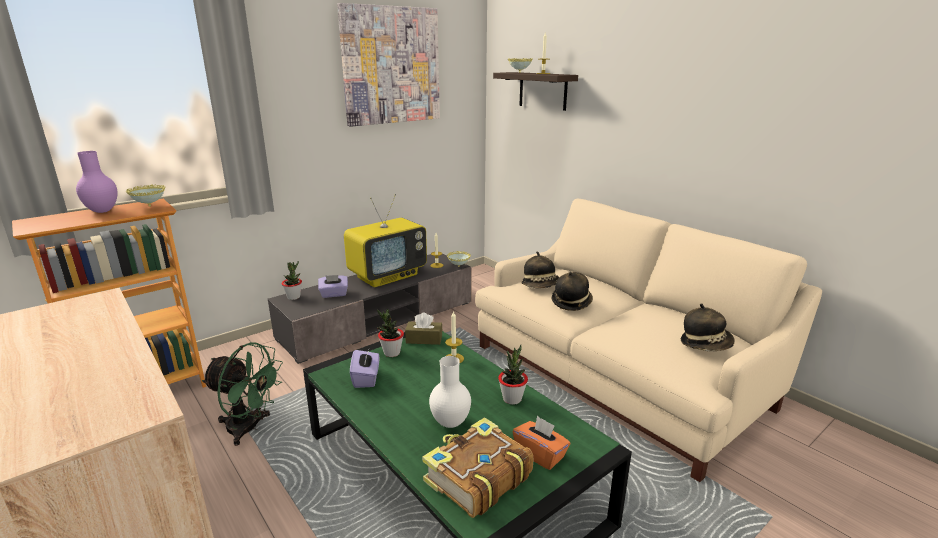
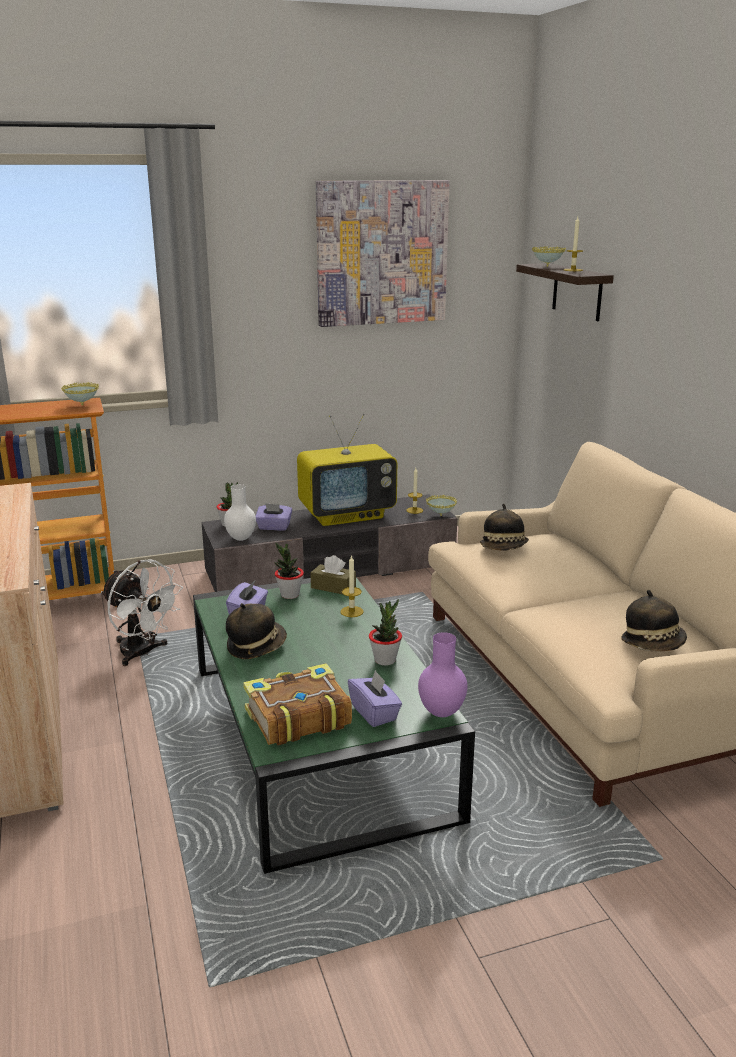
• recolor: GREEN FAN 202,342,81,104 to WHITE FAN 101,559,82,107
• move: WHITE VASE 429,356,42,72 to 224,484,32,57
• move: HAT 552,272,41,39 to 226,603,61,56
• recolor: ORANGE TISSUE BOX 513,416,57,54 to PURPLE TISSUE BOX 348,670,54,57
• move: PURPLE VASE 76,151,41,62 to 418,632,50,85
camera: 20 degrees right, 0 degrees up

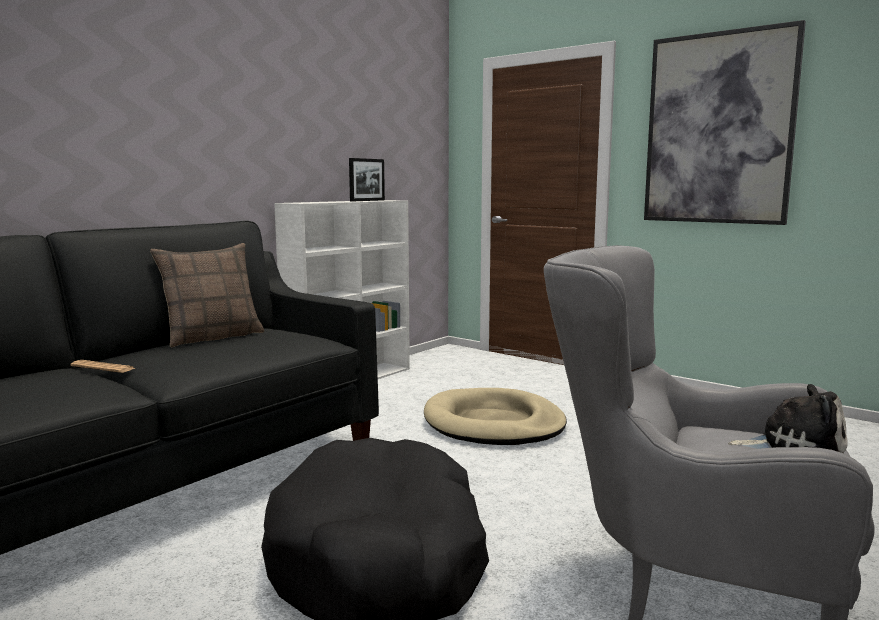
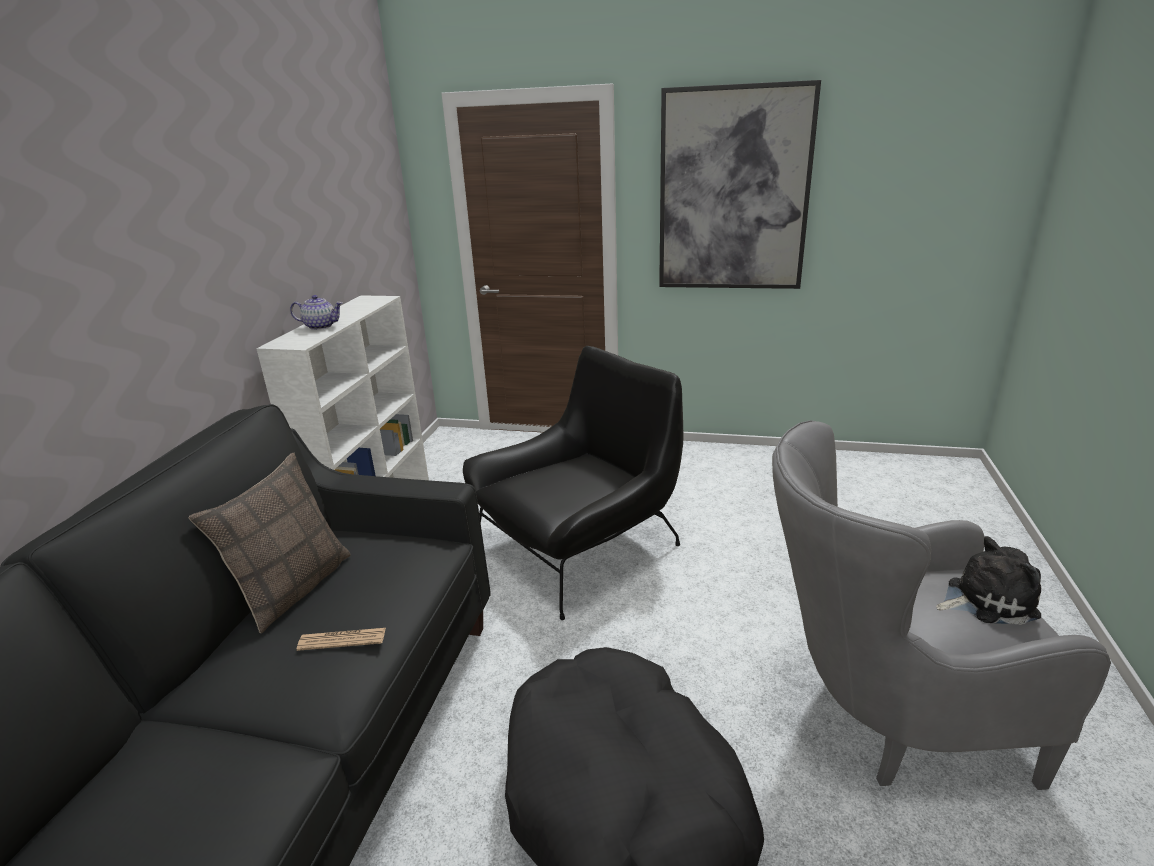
• insert: TEAPOT 290,295,53,35
• move: NEWSPAPER 70,360,65,13 to 297,628,89,23
• replace: BEIGE DOG BED 424,388,143,57 to BLACK ARMCHAIR 463,346,221,274
• delete: PICTURE FRAME 349,158,36,43
camera: 25 degrees left, 15 degrees up

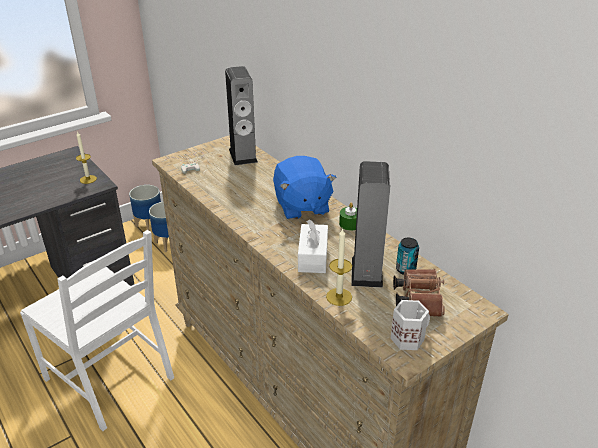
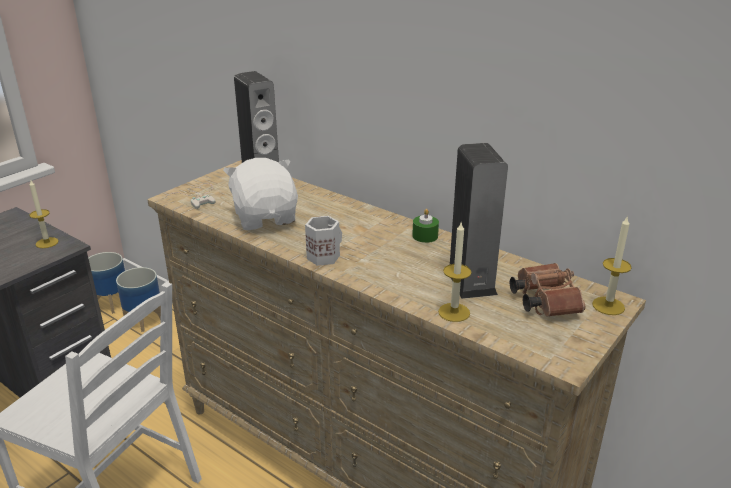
• insert: WHITE PLUSH TOY 223,158,75,72
• move: WHITE MUG 391,300,39,50 to 305,216,37,50
• insert: CANDLE 592,215,40,100
• delete: BLUE PLUSH TOY 273,156,64,64
• delete: WHITE TISSUE BOX 298,220,30,53
• delete: CAN 396,238,23,37
camera: 15 degrees left, 5 degrees down

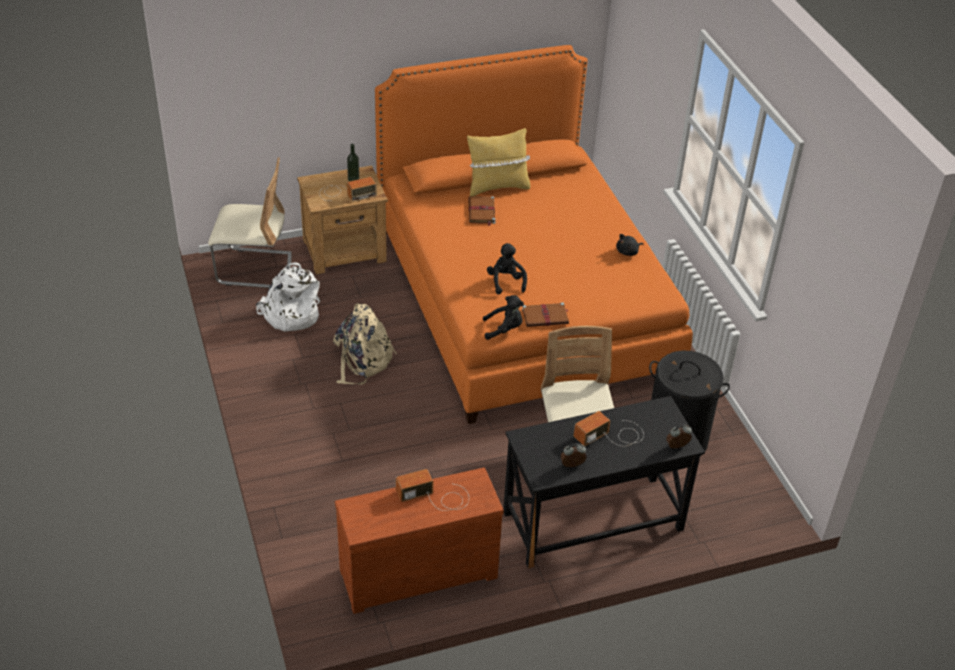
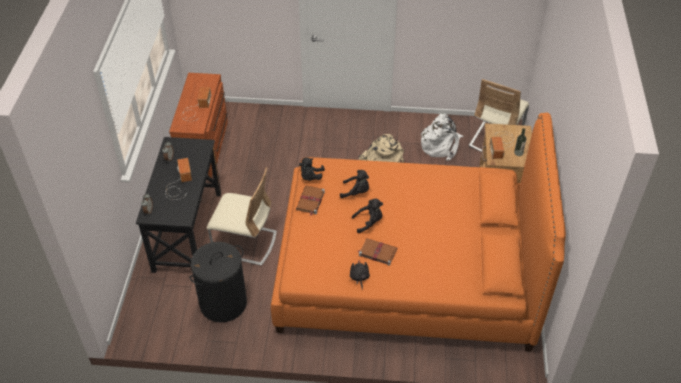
• insert: BLACK PLUSH TOY 352,199,31,34
• move: BROWN BOOK 469,196,27,30 to 358,238,39,28
• delete: YELLOW PILLOW 467,128,63,68
camera: 115 degrees right, 5 degrees up

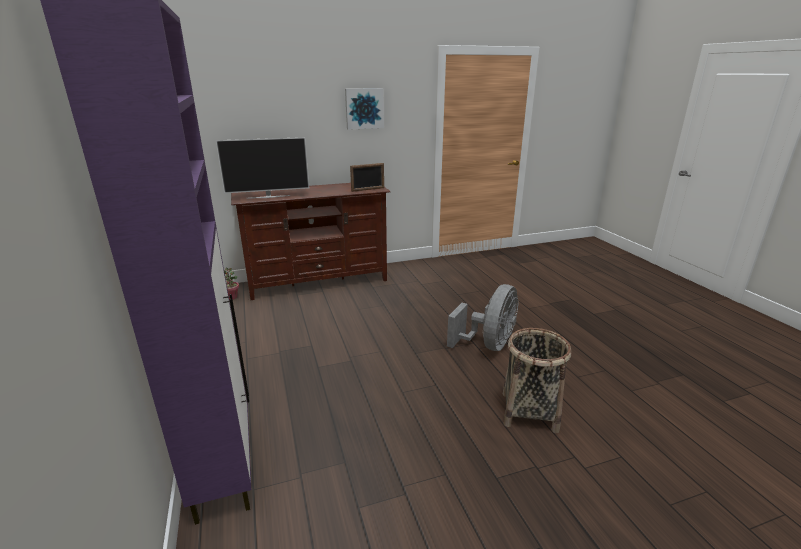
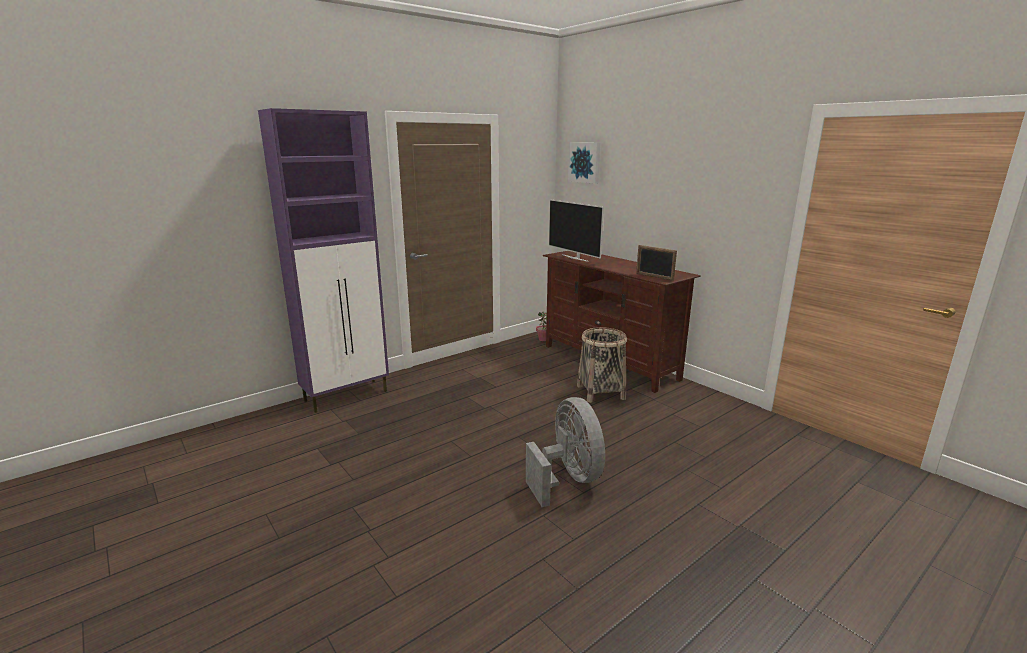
• rotate: GREY FAN 447,284,71,67 = 526,397,79,110 120 degrees counterclockwise
• move: PICTURE 345,88,39,42 to 568,143,32,41
• move: BASKET 503,328,68,105 to 577,327,50,76
camera: 70 degrees right, 5 degrees down

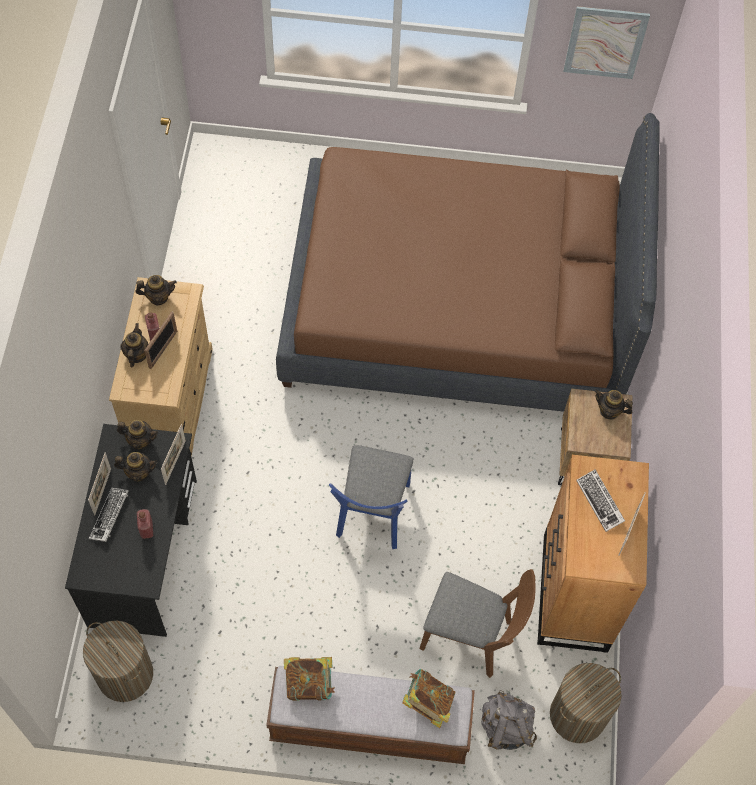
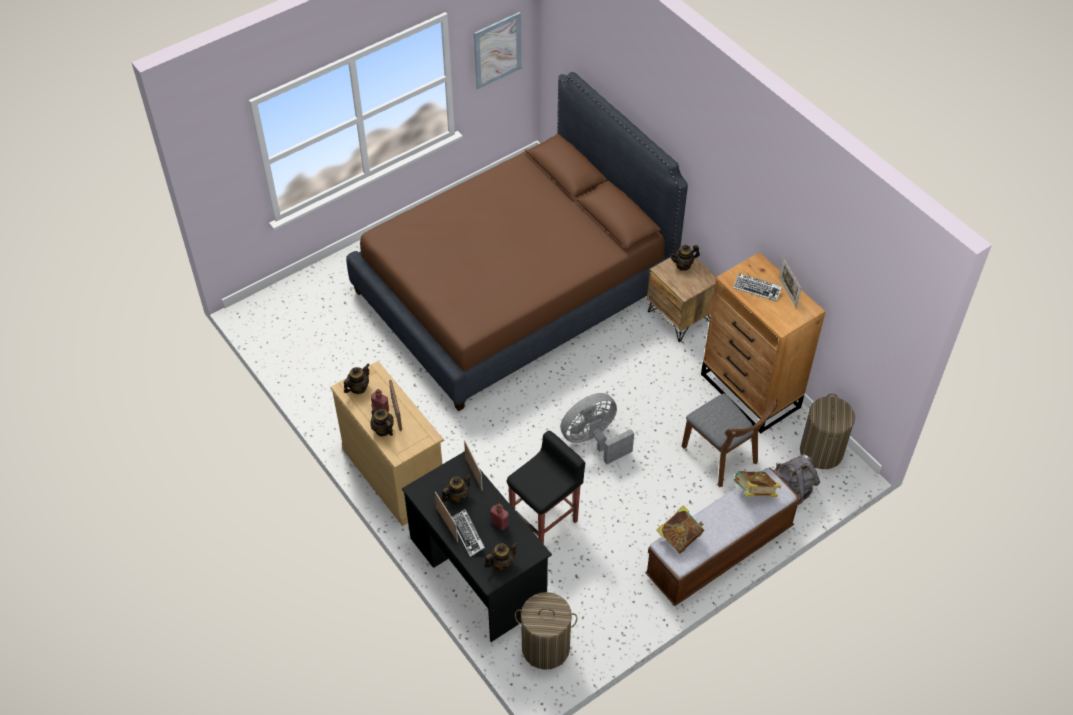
• move: TEAPOT 117,420,41,30 to 484,542,34,29
• insert: BLACK STOOL 507,431,78,113
• replace: BLUE CHAIR 329,445,85,104 to GREY FAN 560,393,74,72
• rotate: BROWN CHAIR 419,569,117,109 = 682,394,96,93 75 degrees clockwise
camera: 40 degrees left, 10 degrees down

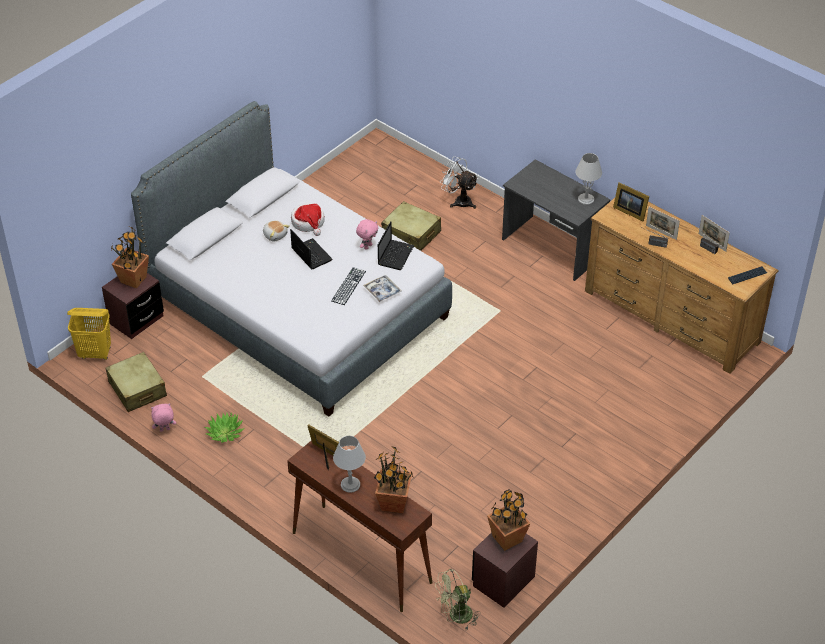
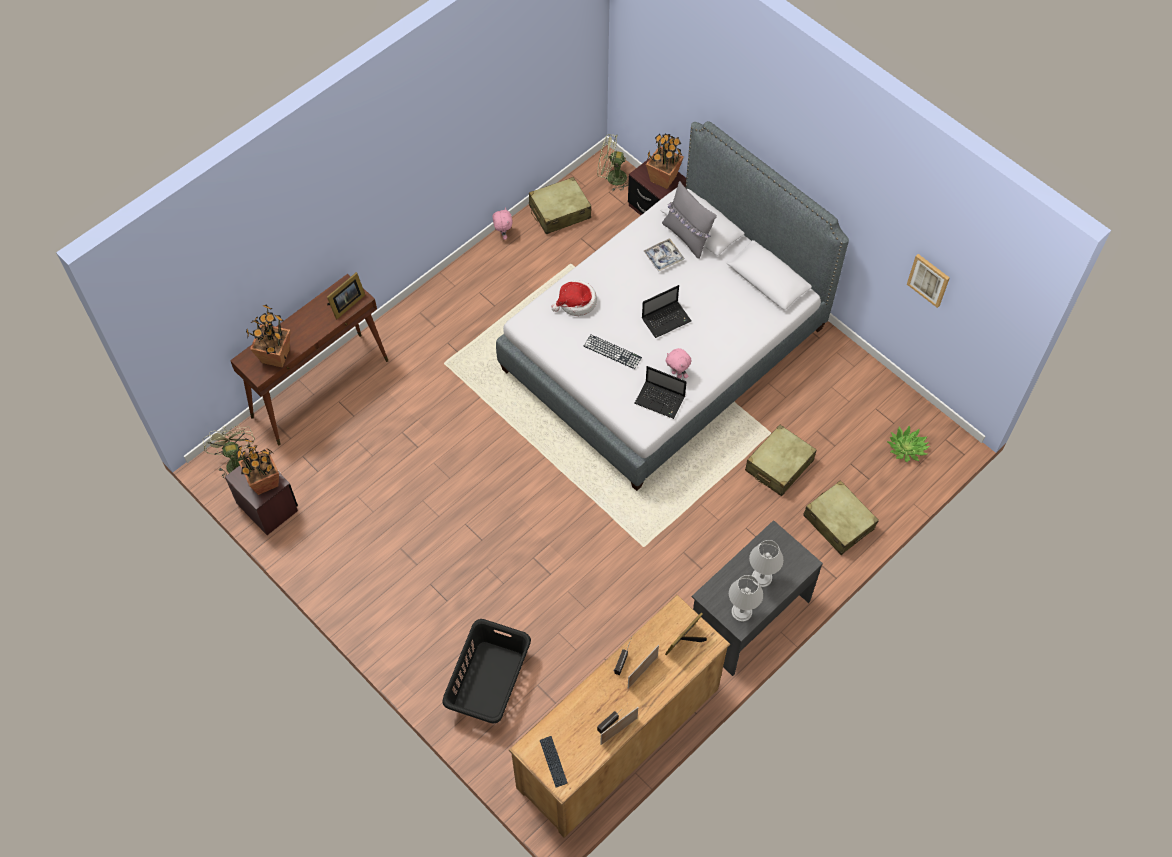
• insert: BLACK LAUNDRY BASKET 442,619,89,105
• move: HAT 291,203,34,33 to 551,280,46,36
• replace: YELLOW LAUNDRY BASKET 67,308,44,52 to GREEN FAN 597,134,32,57
• move: TRAY 363,275,39,27 to 644,238,40,34
• insert: GREY PILLOW 662,181,55,78
• move: GREY TABLE LAMP 333,436,33,57 to 749,540,35,47
• replace: WHITE FAN 440,156,38,53 to BEIGE SUITCASE 803,480,76,75
• move: POTTED PLANT 205,413,40,30 to 887,426,43,36
• insert: PICTURE 907,254,43,54
• delete: PLUSH TOY 263,220,27,22
camera: 95 degrees right, 15 degrees up

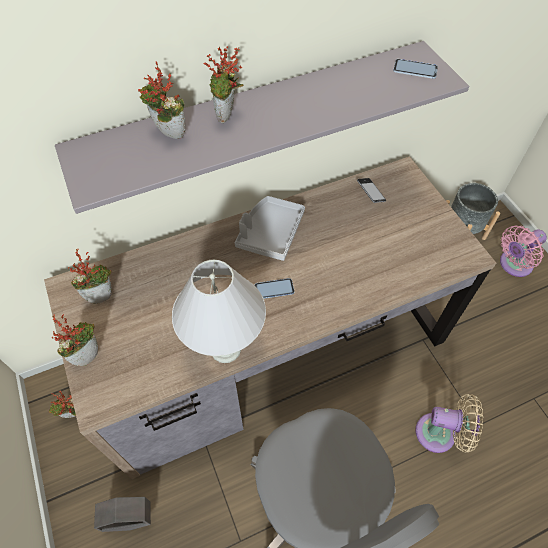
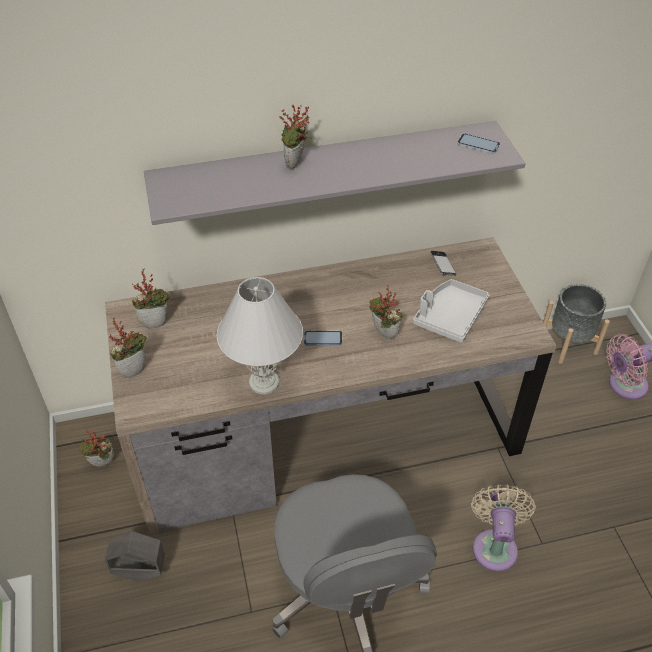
• move: POTTED PLANT 138,62,47,77 to 369,284,34,55
• move: GREY TRAY 235,196,70,65 to 413,279,76,64
• rotate: BEIGE FAN 416,394,67,59 = 471,484,65,88 105 degrees counterclockwise
camera: 10 degrees right, 10 degrees down

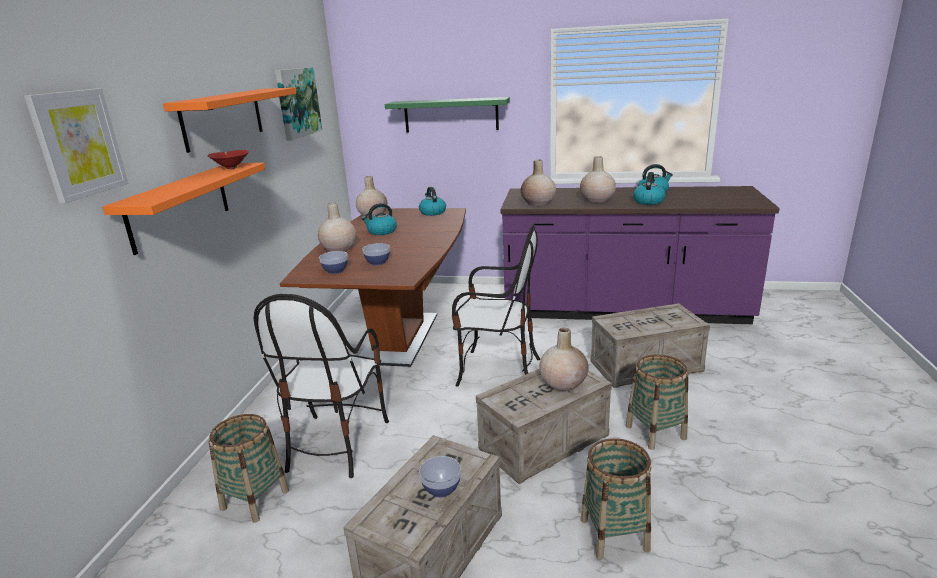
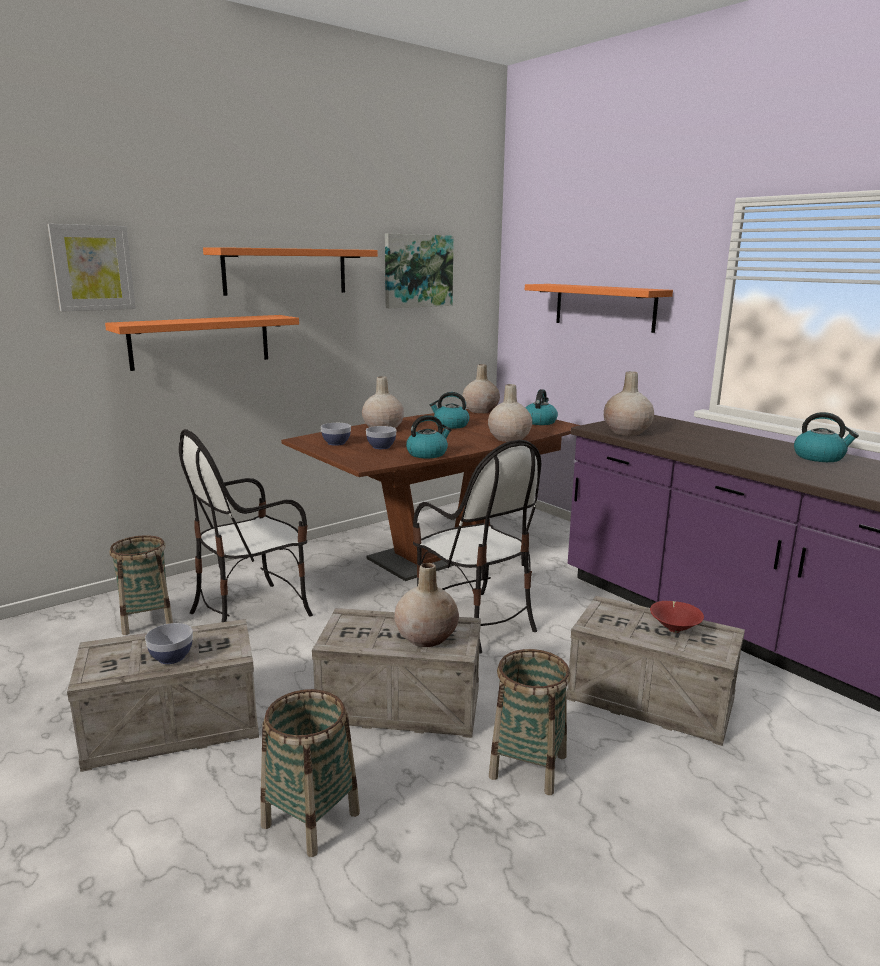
• move: KETTLE 633,172,33,33 to 406,415,46,43
• move: BEIGE VASE 580,156,36,47 to 488,384,44,58
• recolor: GREEN SHELF 385,97,125,36 to ORANGE SHELF 525,284,148,49
• move: RED BOWL 207,150,42,19 to 650,601,54,32
camera: 40 degrees right, 5 degrees down

